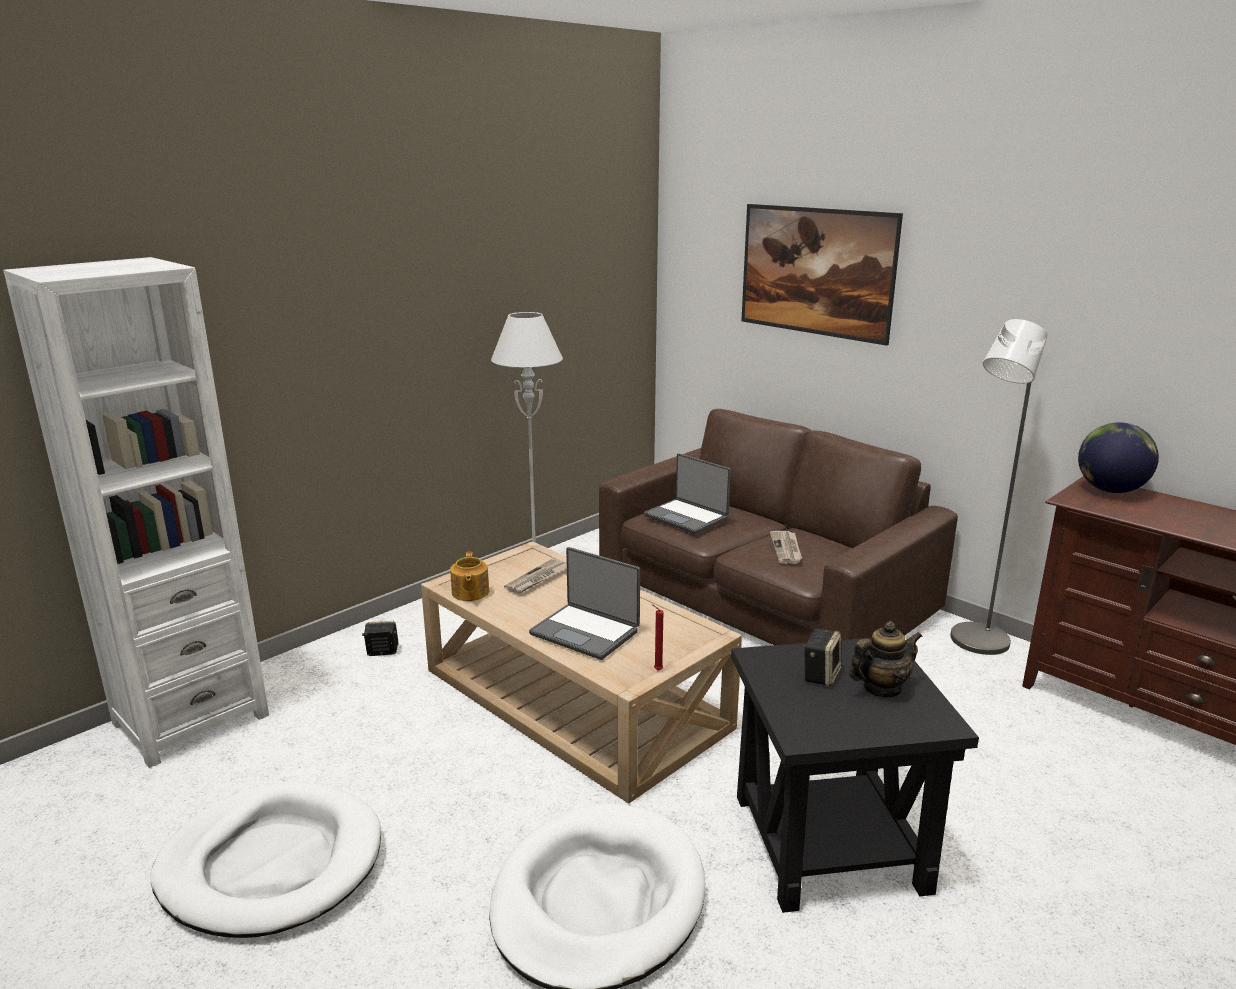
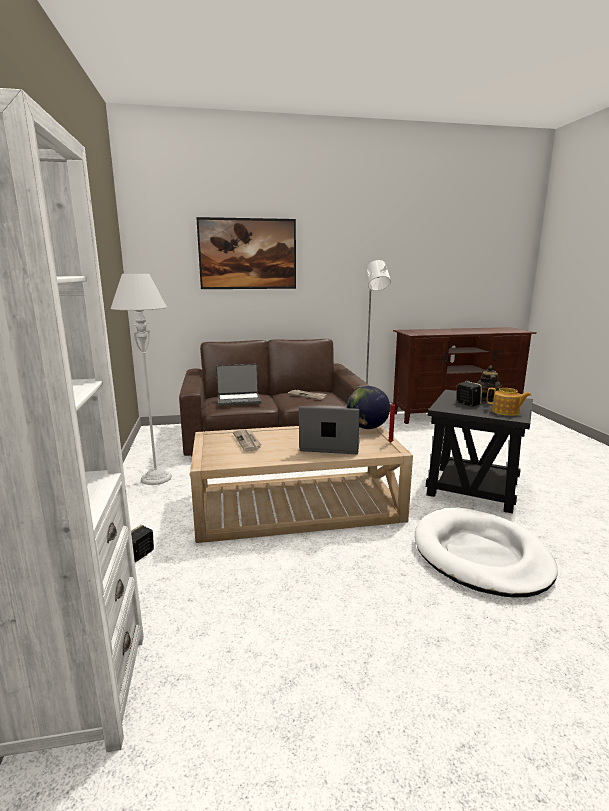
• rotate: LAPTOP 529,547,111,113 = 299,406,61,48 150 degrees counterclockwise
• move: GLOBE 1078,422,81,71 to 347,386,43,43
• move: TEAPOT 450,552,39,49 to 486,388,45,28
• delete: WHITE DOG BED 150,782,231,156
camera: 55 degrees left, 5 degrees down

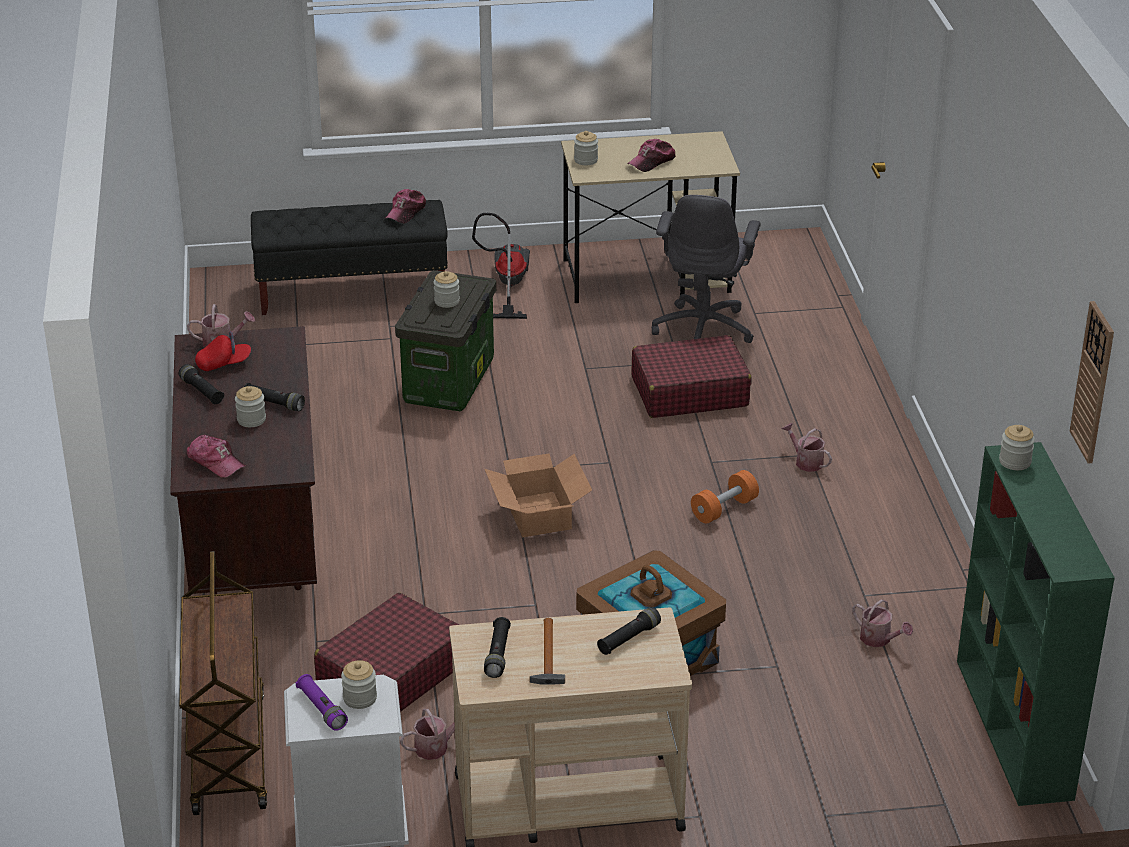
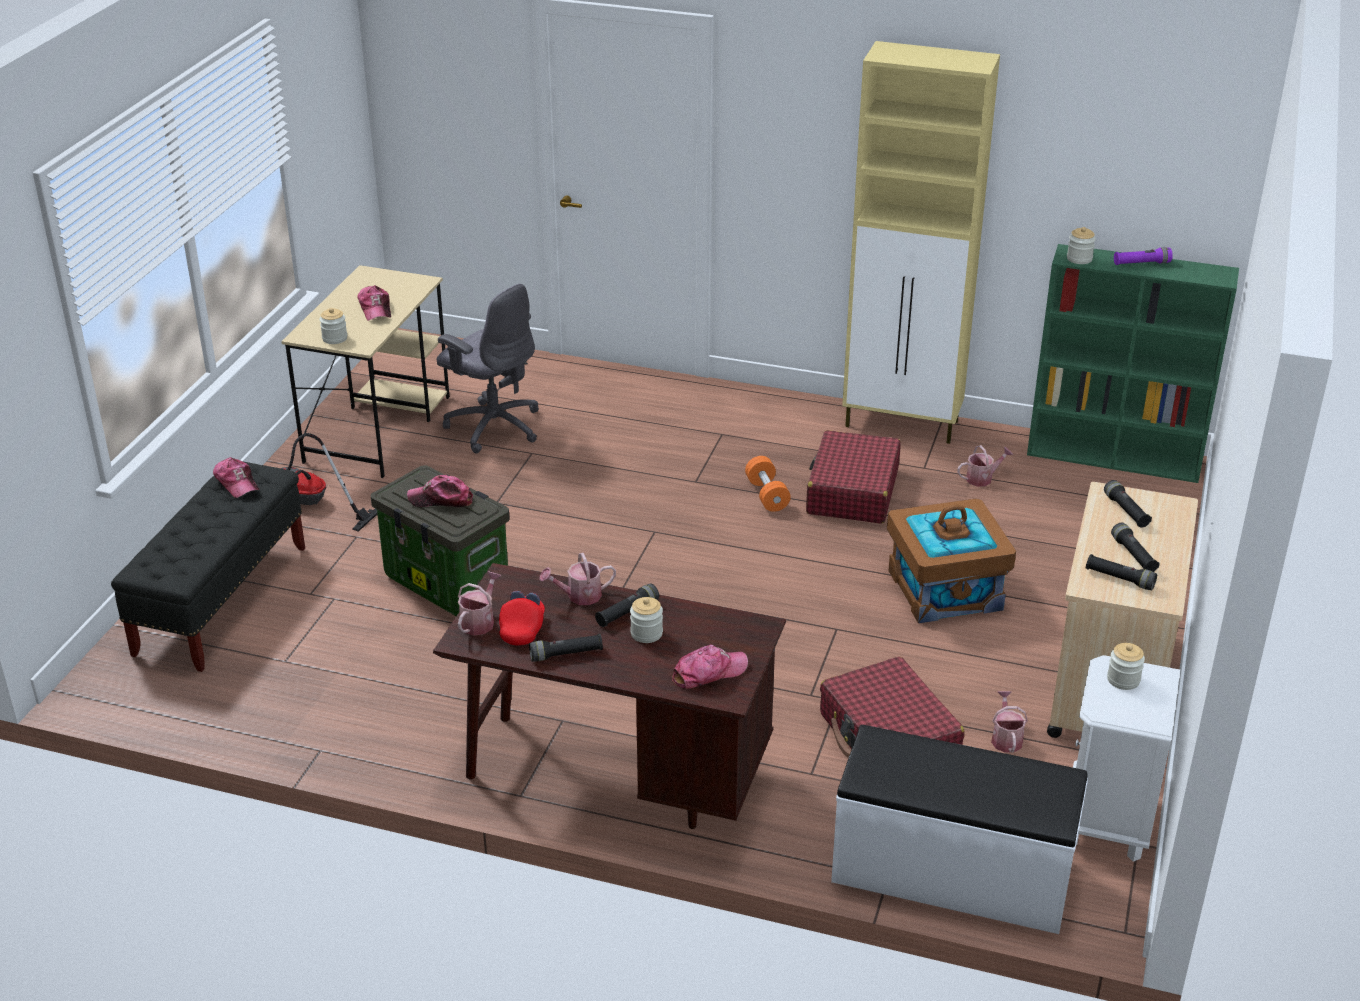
• replace: JAR 433,271,27,37 to CAP 407,475,66,32
• move: WATERING CAN 782,423,50,49 to 540,553,76,52
• move: RED SUITCASE 631,335,120,83 to 806,430,95,94
• replace: BROWN CART 179,551,88,264 to WHITE BENCH 831,725,257,209
• insert: BEIGE CABINET 842,41,158,403
• replace: HAMMER 529,618,36,67 to BLACK FLASHLIGHT 1111,523,49,49
• move: PURPLE FLASHLIGHT 296,674,52,57 to 1114,247,59,18
• delete: CARDBOARD BOX 485,453,107,84
• delete: WALL CLOCK 1070,301,44,163
camera: 65 degrees left, 0 degrees up

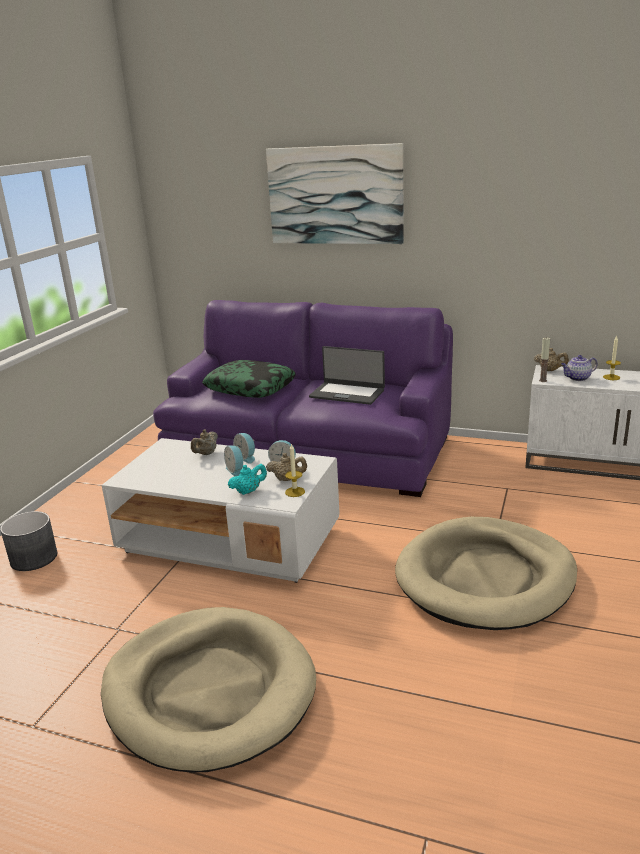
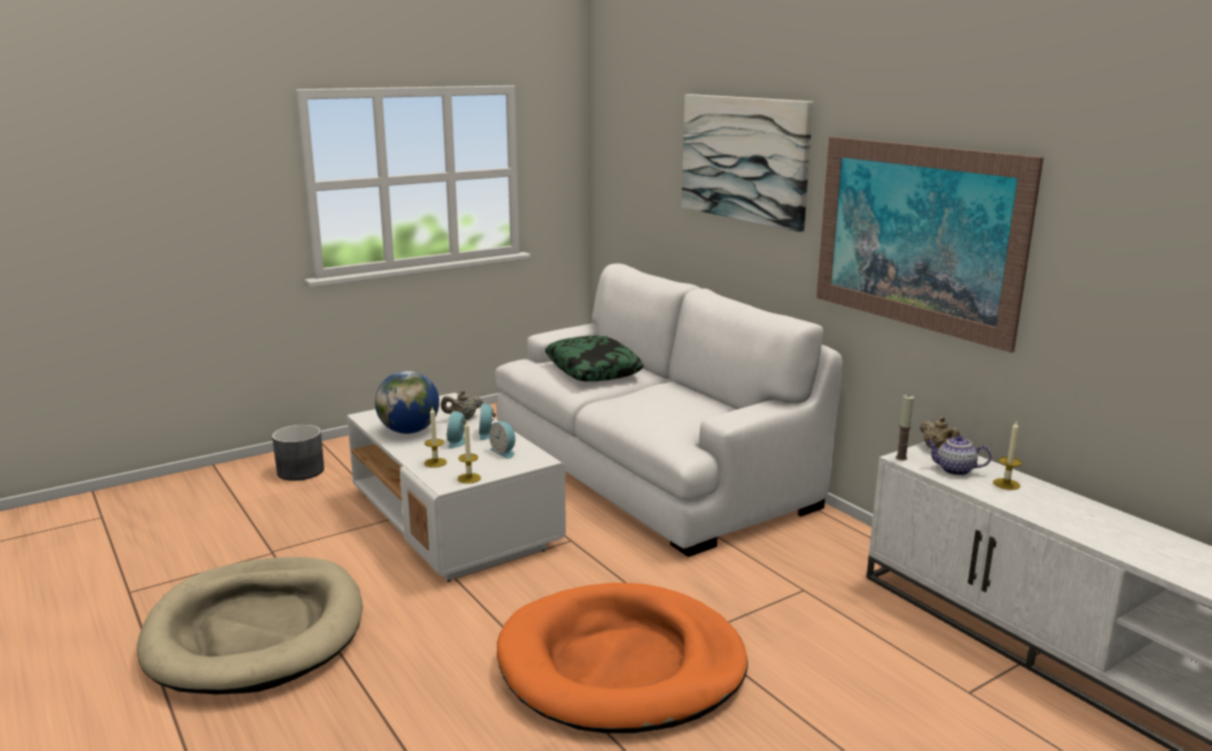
• insert: GLOBE 375,371,64,63
• replace: TURQUOISE TEAPOT 228,464,39,31 to CANDLE 424,407,23,61
• recolor: PURPLE SOFA 153,300,300,197 to WHITE SOFA 495,264,348,293
• recolor: BEIGE DOG BED 395,517,182,113 to ORANGE DOG BED 497,583,251,150
• insert: PICTURE 816,137,228,216
• delete: BEIGE TEAPOT 266,453,41,28
• delete: LAPTOP 309,346,76,59
camera: 35 degrees right, 5 degrees down

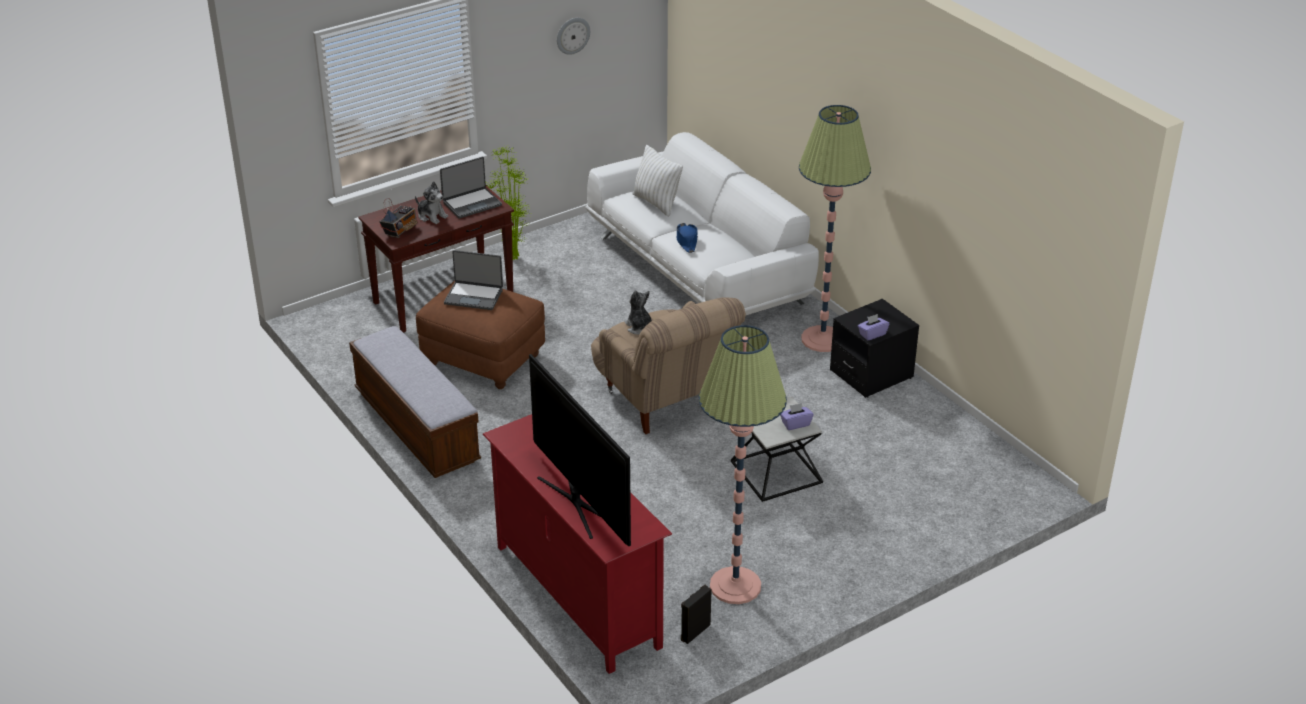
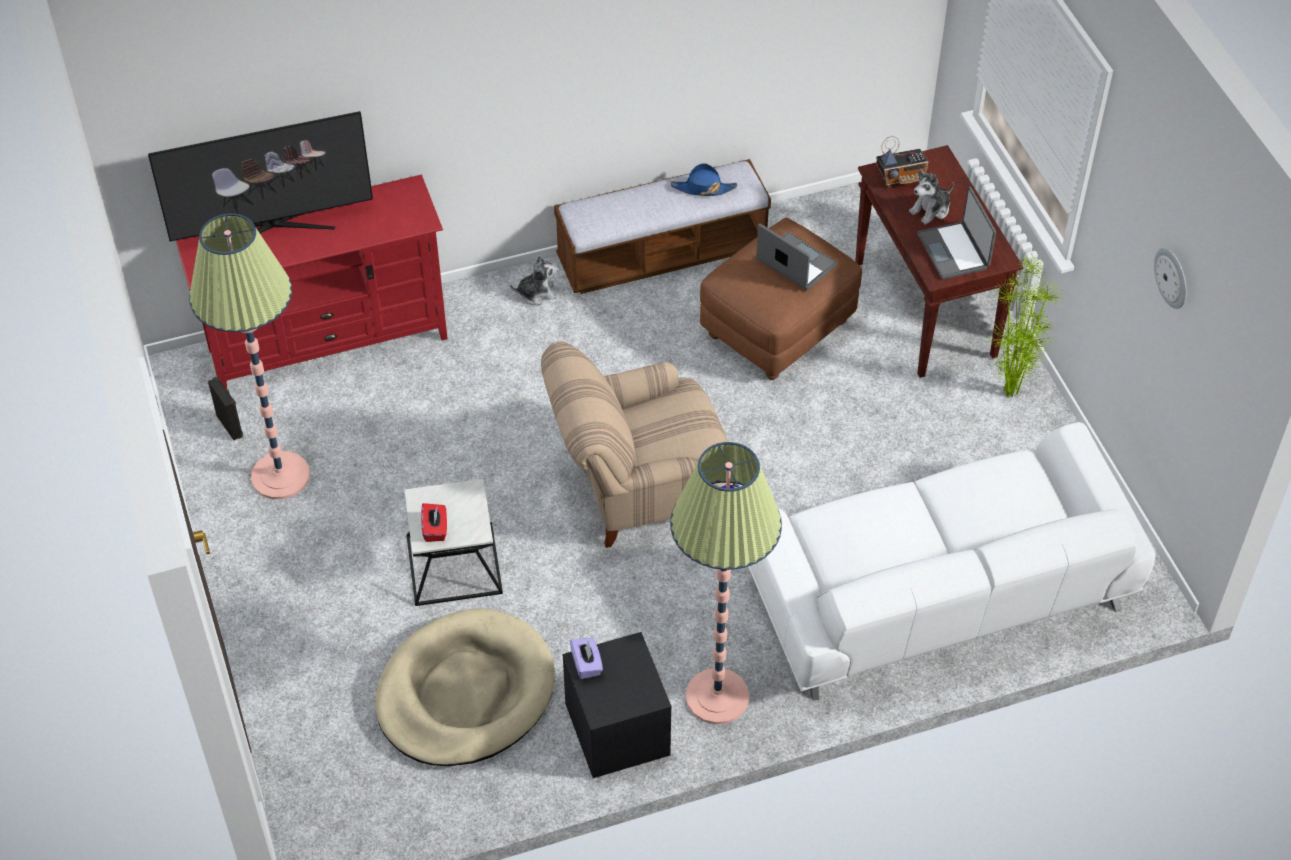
• insert: BEIGE DOG BED 375,608,180,158
• recolor: PURPLE TISSUE BOX 780,403,33,27 to RED TISSUE BOX 421,503,26,39
• move: PLUSH TOY 624,290,28,45 to 510,255,49,50
• move: BLUE HAT 677,223,21,30 to 671,163,66,33
• rotate: LAPTOP 444,250,59,60 = 756,224,81,67 105 degrees clockwise
• rotate: RADIO 379,198,38,40 = 876,136,52,52 60 degrees counterclockwise
• delete: WHITE PILLOW 632,145,51,71
camera: 105 degrees right, 15 degrees up

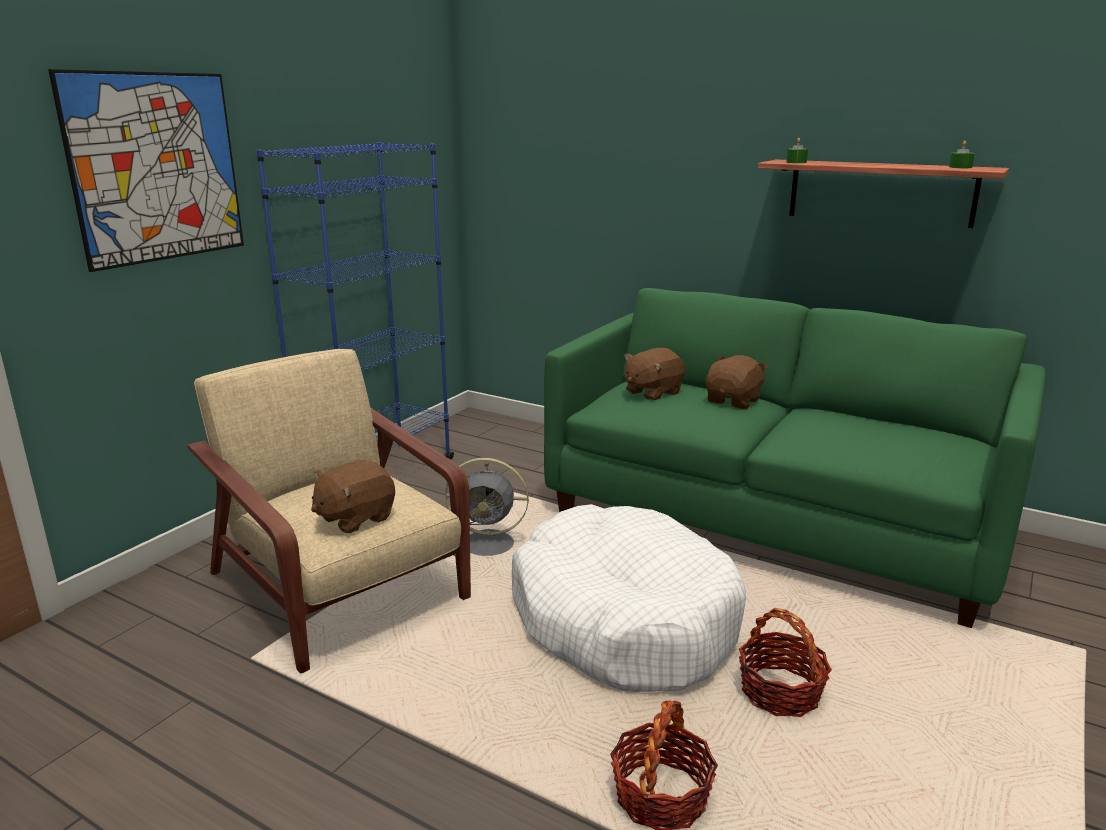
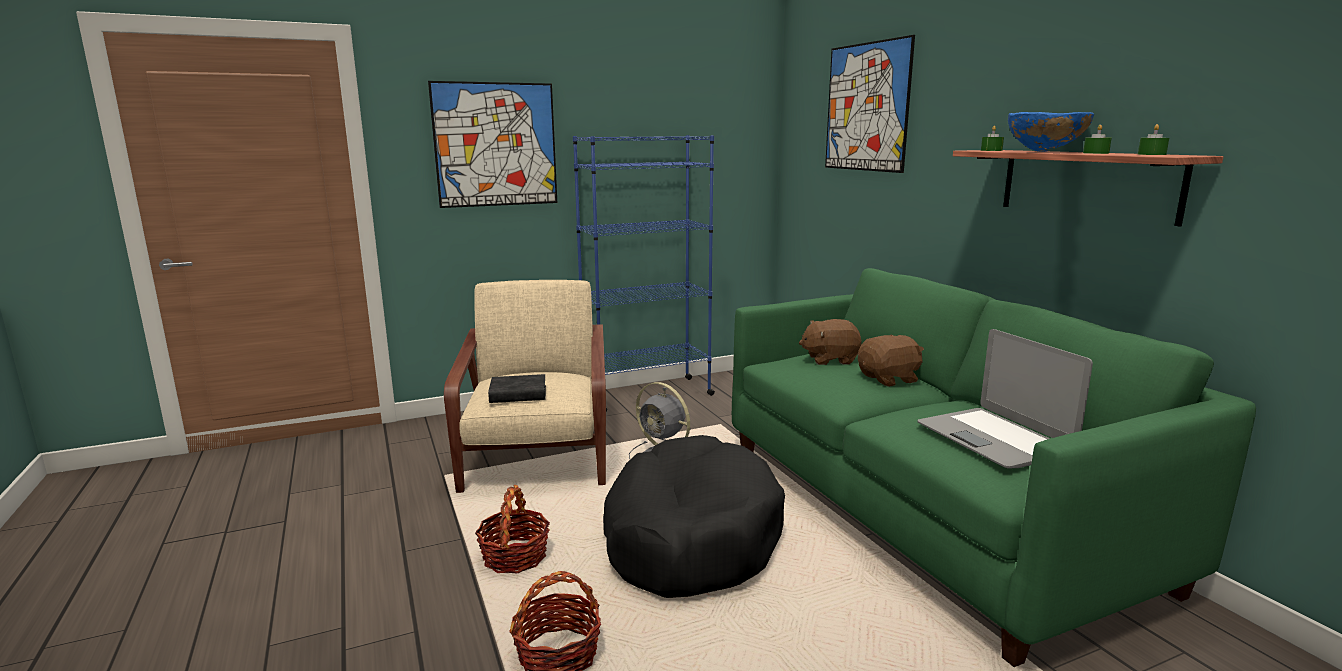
• move: BASKET 739,608,93,109 to 475,485,75,89
• replace: BROWN PLUSH TOY 311,460,84,74 to BLACK BOOK 488,374,58,29
• recolor: WHITE DOG BED 512,504,234,188 to BLACK DOG BED 603,435,182,163
• insert: PICTURE 825,35,90,138
• insert: LAPTOP 918,329,175,140
• insert: BLUE BOWL 1008,112,86,40
• insert: GREEN CANDLE 1083,125,29,29
camera: 35 degrees right, 5 degrees down

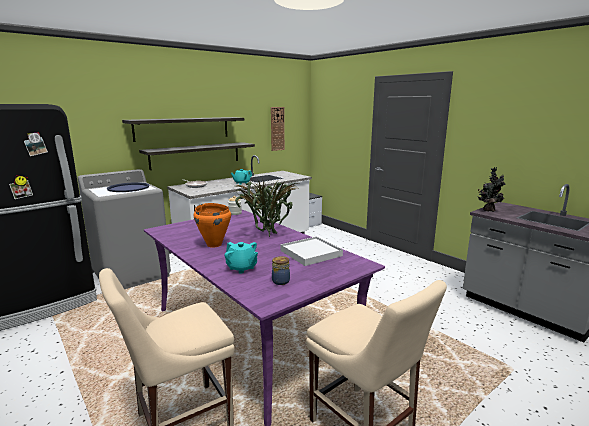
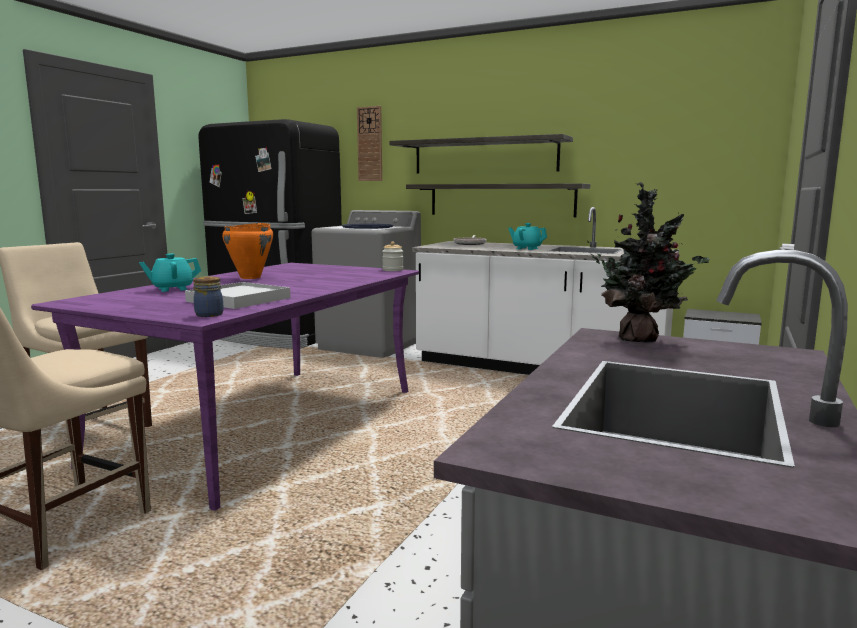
• rotate: TURQUOISE TEAPOT 225,242,33,31 = 139,254,62,38 45 degrees clockwise
• move: JAR 272,256,18,29 to 193,276,31,41
• move: WALL CLOCK 271,107,14,44 to 357,106,25,75
• delete: POTTED PLANT 234,178,64,59
camera: 65 degrees right, 5 degrees down

